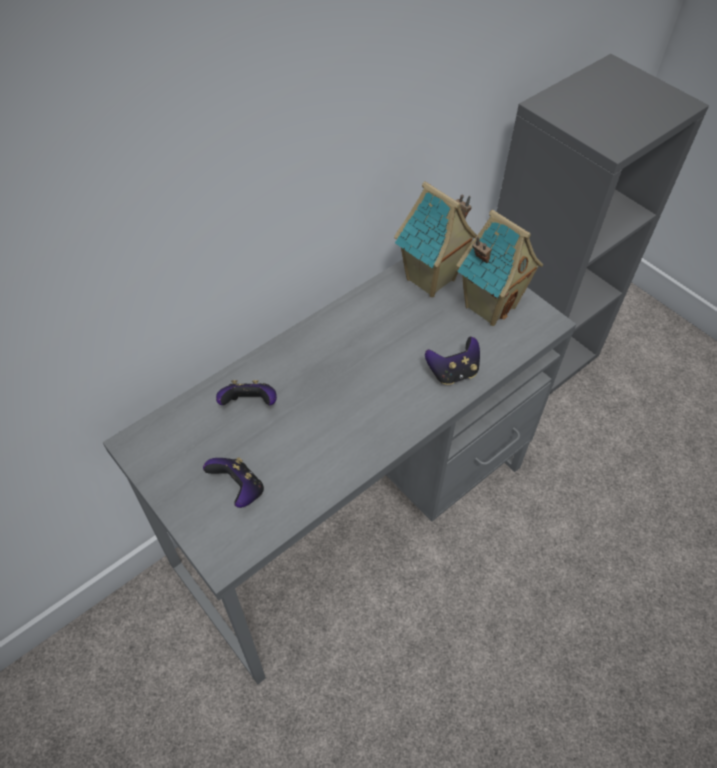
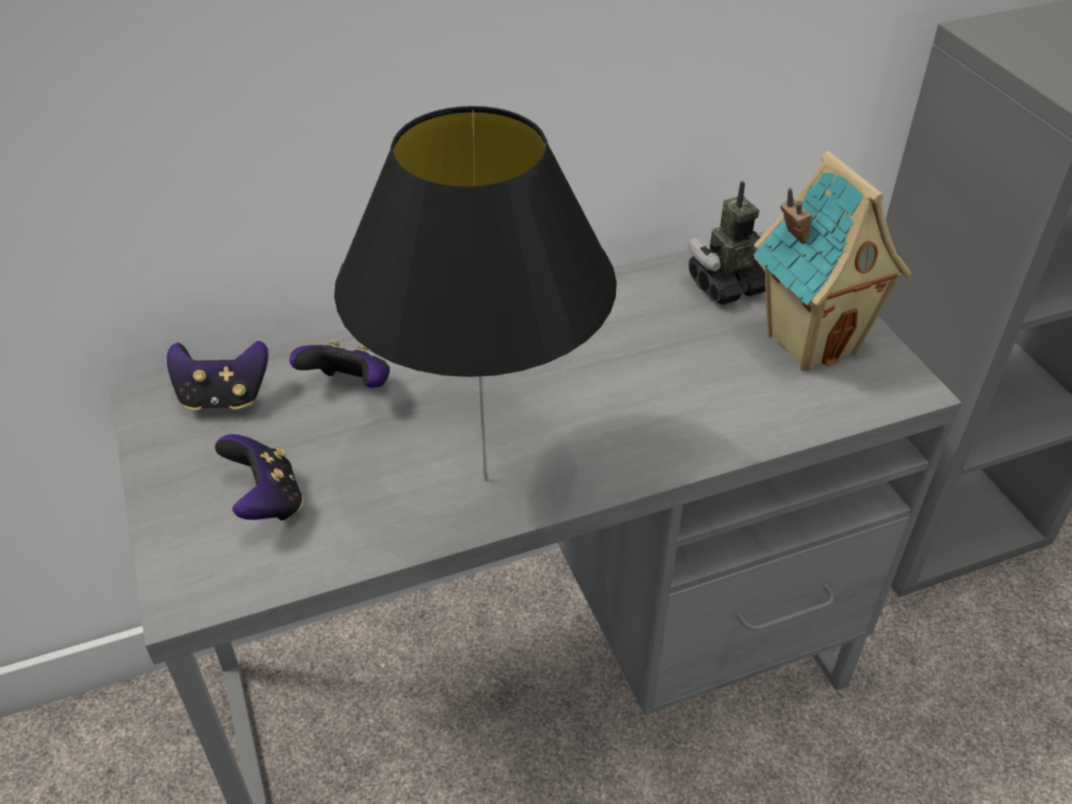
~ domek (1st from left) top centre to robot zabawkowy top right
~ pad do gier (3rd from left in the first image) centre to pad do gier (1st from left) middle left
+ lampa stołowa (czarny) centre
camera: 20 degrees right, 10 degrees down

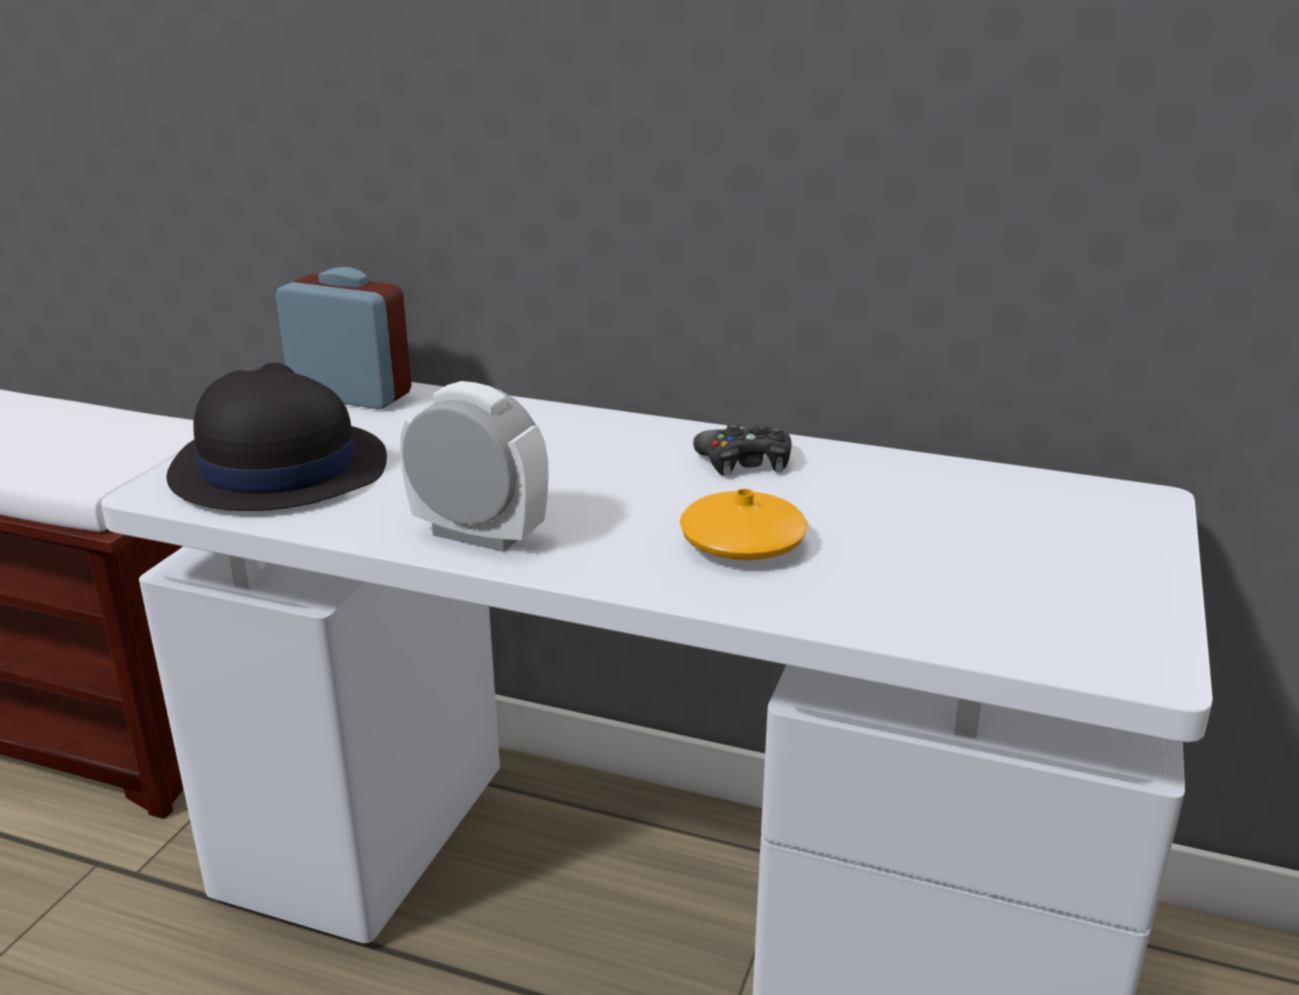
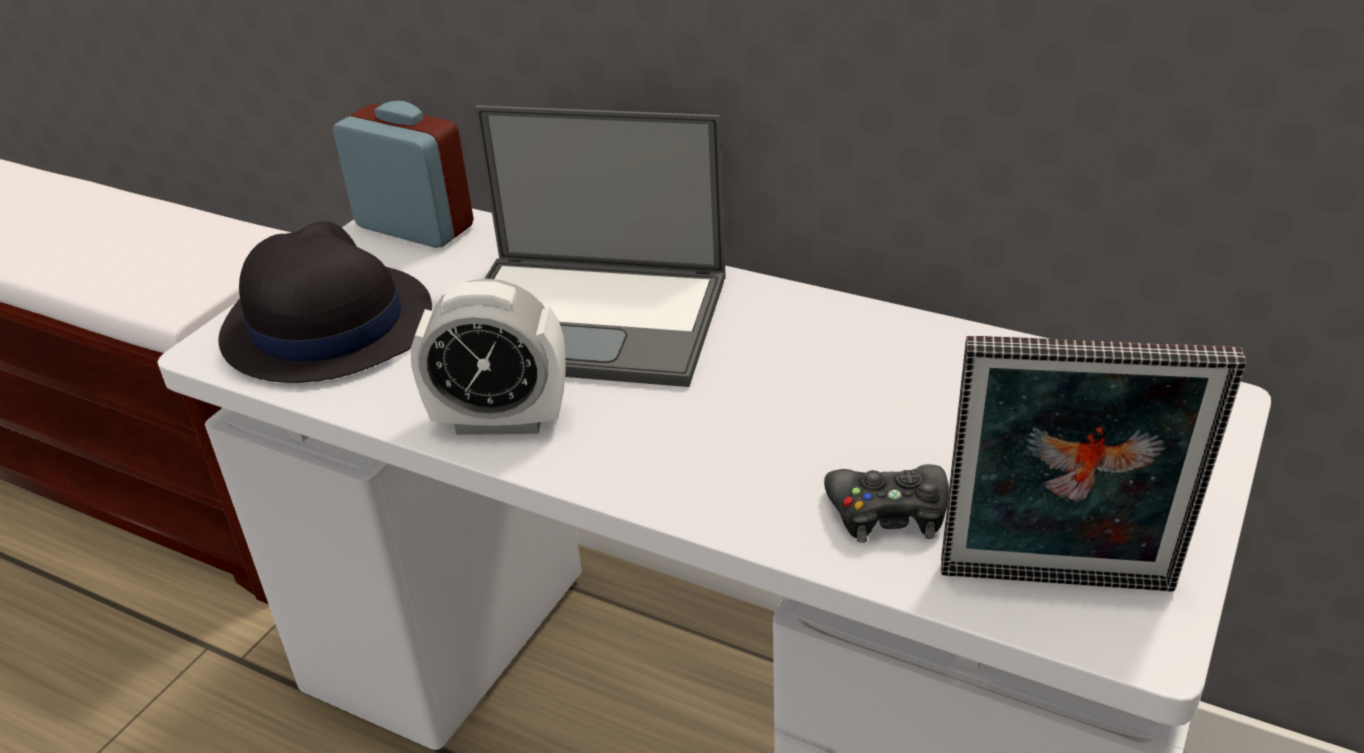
~ budzik (2nd from left) centre = centre 150 degrees clockwise
~ pad do gier (czarny) centre to bottom centre
- wazon (pomarańczowy) centre
+ laptop top centre
+ ramka na zdjęcie middle right
camera: 10 degrees right, 10 degrees up

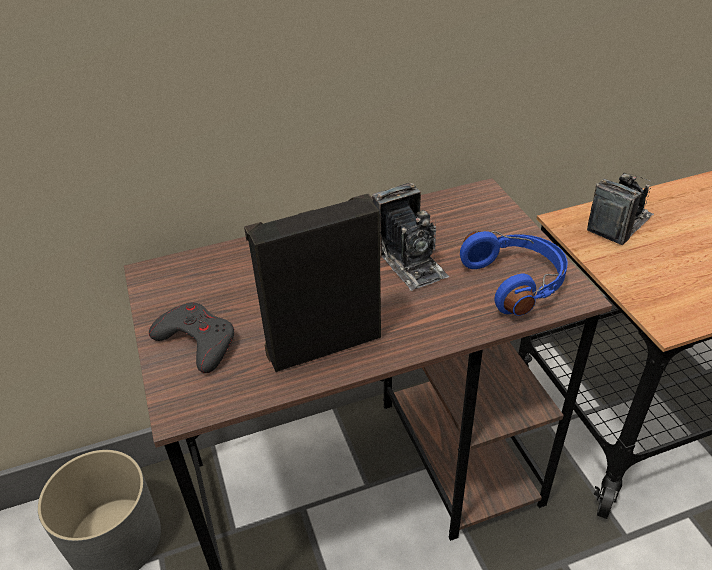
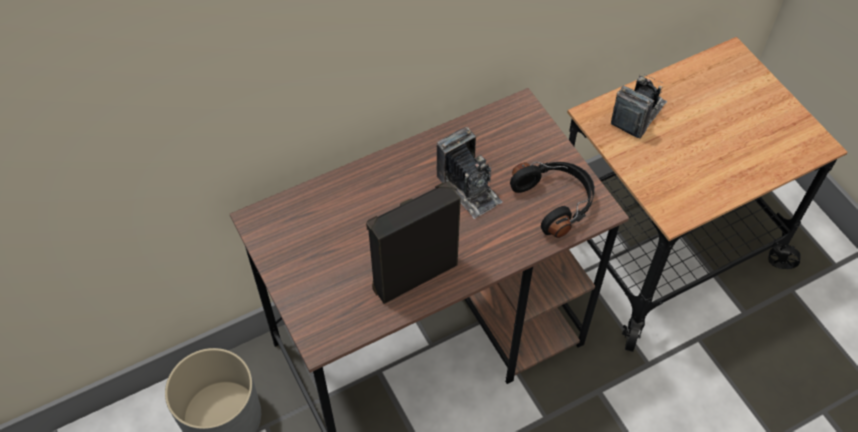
~ słuchawki (niebieski) middle right to słuchawki (czarny) centre
- pad do gier (szary) middle left
camera: 10 degrees left, 15 degrees up

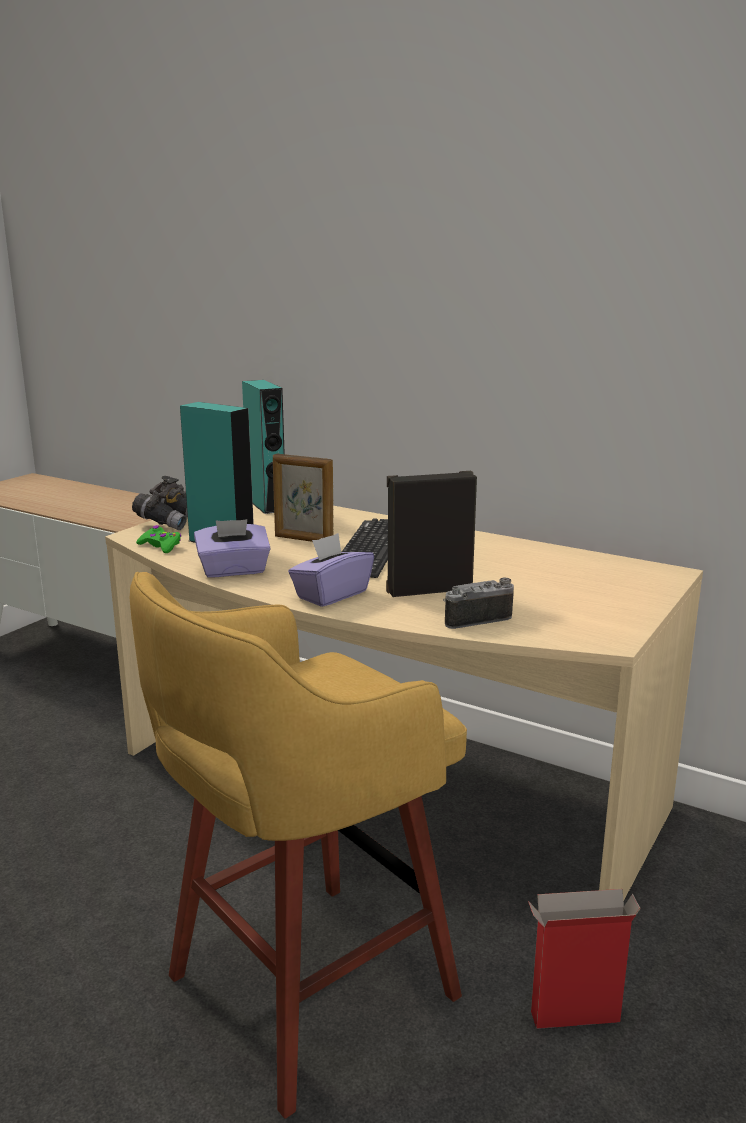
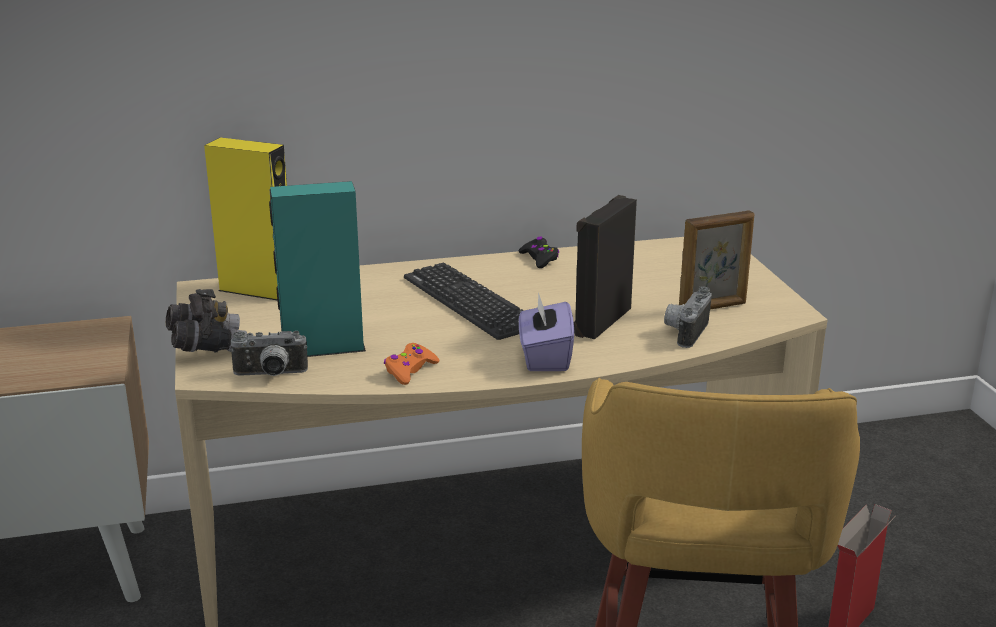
~ głośnik (turkusowy) (2nd from left) centre to głośnik (żółty) middle left
~ ramka na zdjęcie centre to middle right
~ pudełko chusteczek (fioletowy) (1st from left) middle left to pad do gier (pomarańczowy) centre
~ pad do gier (zielony) middle left to aparat fotograficzny (1st from left) middle left
+ pad do gier (czarny) centre
camera: 45 degrees left, 5 degrees up

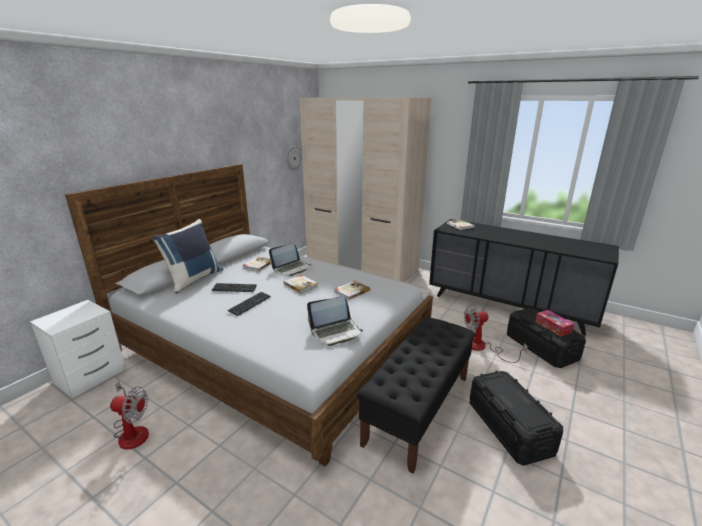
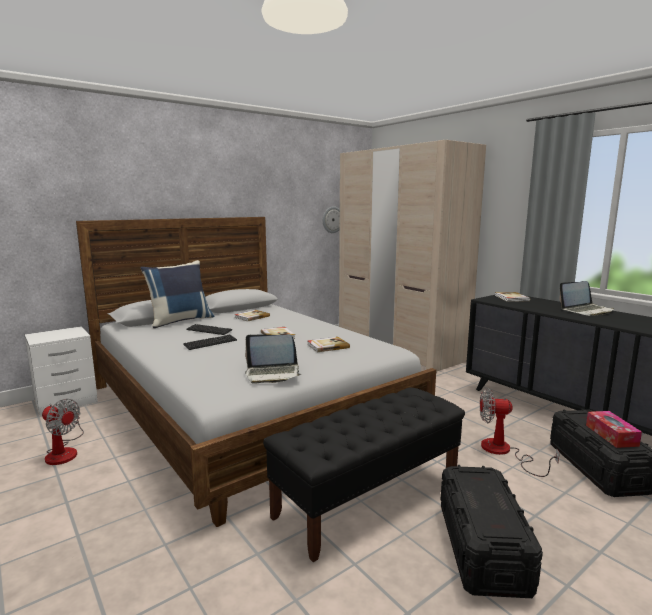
~ laptop (1st from left in the first image) centre to laptop (2nd from left) middle right
camera: 20 degrees right, 10 degrees down

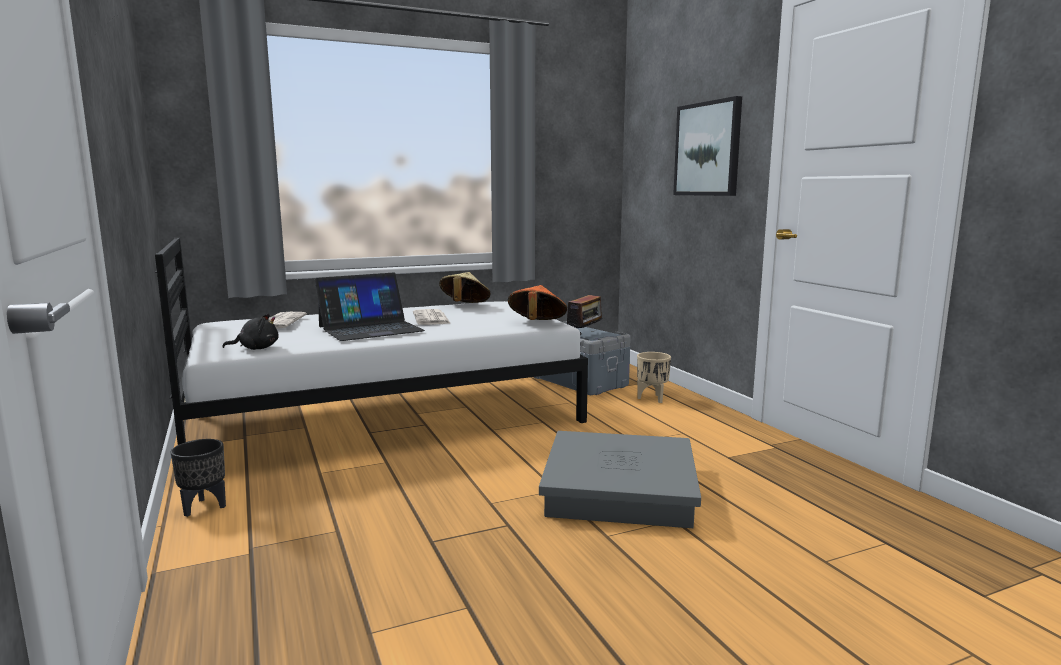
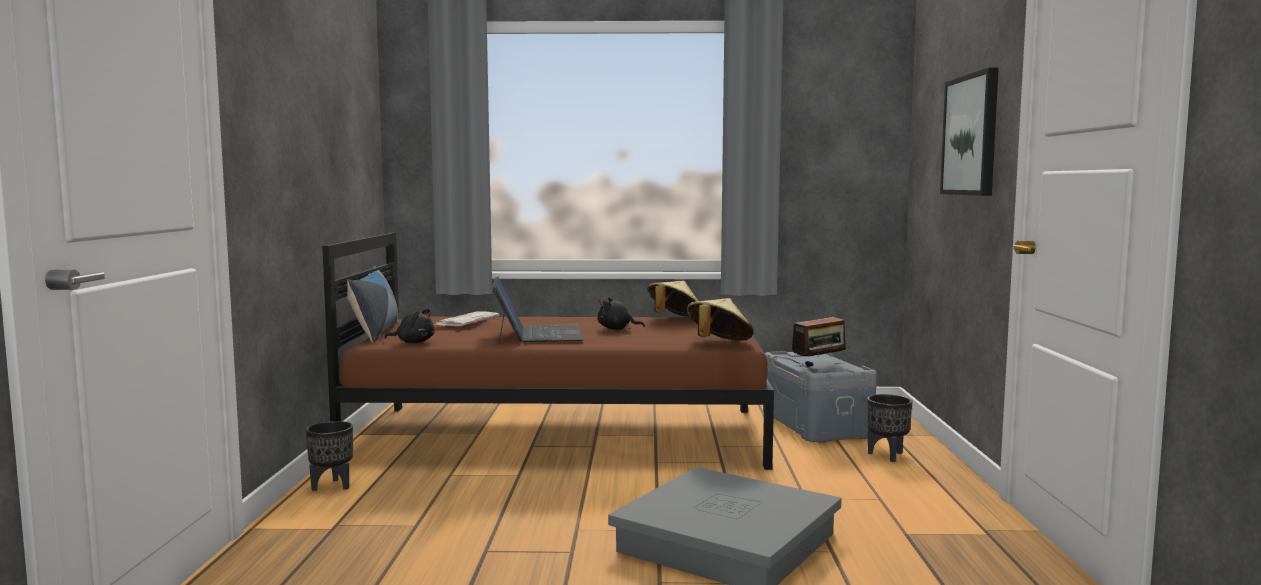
~ łóżko (biały) centre to łóżko (brązowy) centre
~ laptop centre = centre 90 degrees counterclockwise
~ kapelusz (pomarańczowy) centre to kapelusz (beżowy) (2nd from left) centre
~ gazeta (2nd from left) centre to pluszak (czarny) (2nd from left) centre
~ donica (beżowy) centre to donica (czarny) (2nd from left) bottom right
+ poduszka middle left
camera: 25 degrees right, 5 degrees down

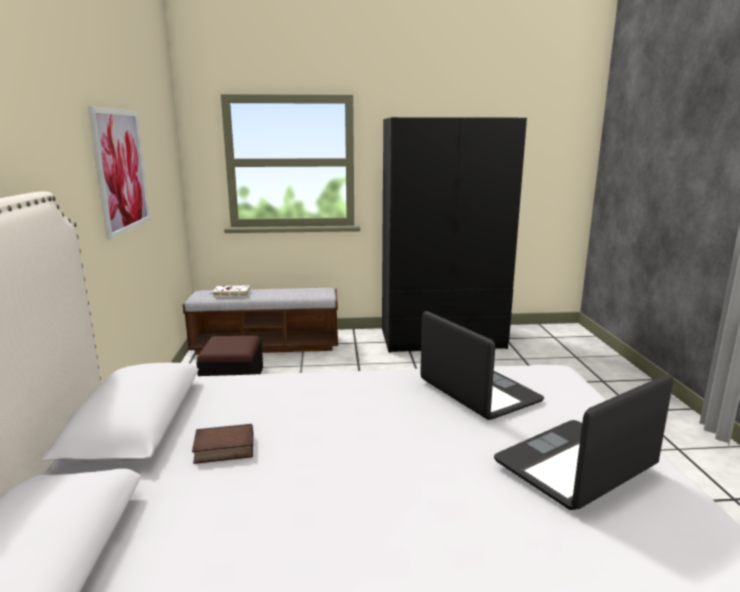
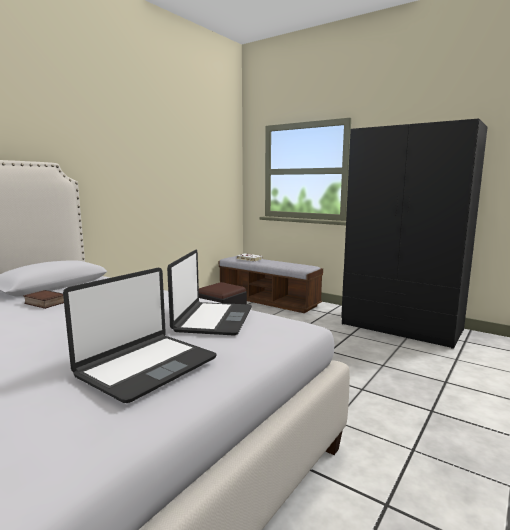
- obraz top left
~ laptop (2nd from left in the first image) bottom right = middle left 120 degrees clockwise
camera: 40 degrees right, 5 degrees down

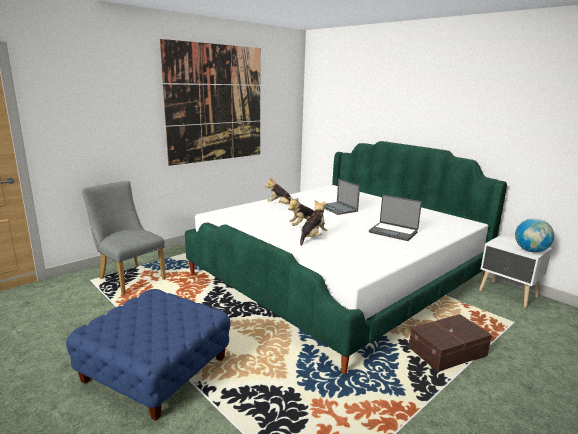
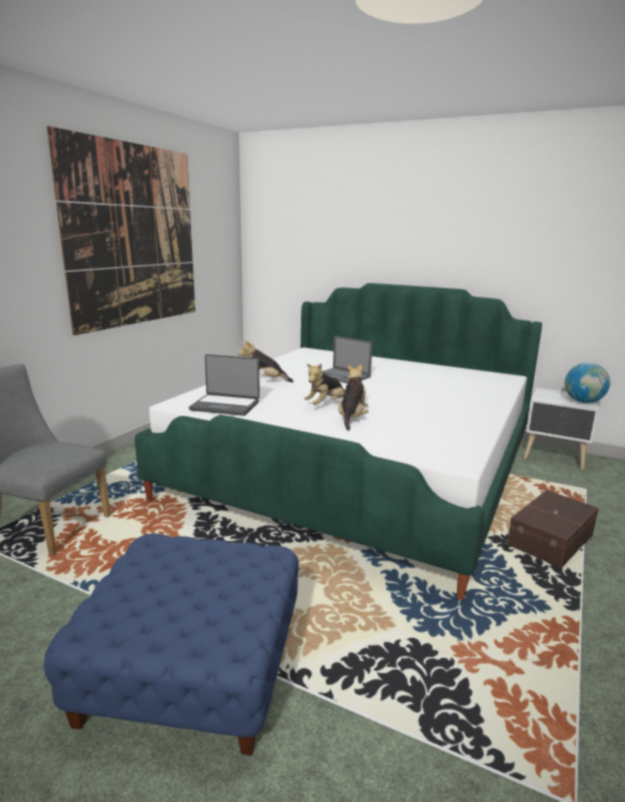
~ laptop (2nd from left in the first image) middle right to laptop (1st from left) centre
camera: 20 degrees left, 0 degrees up

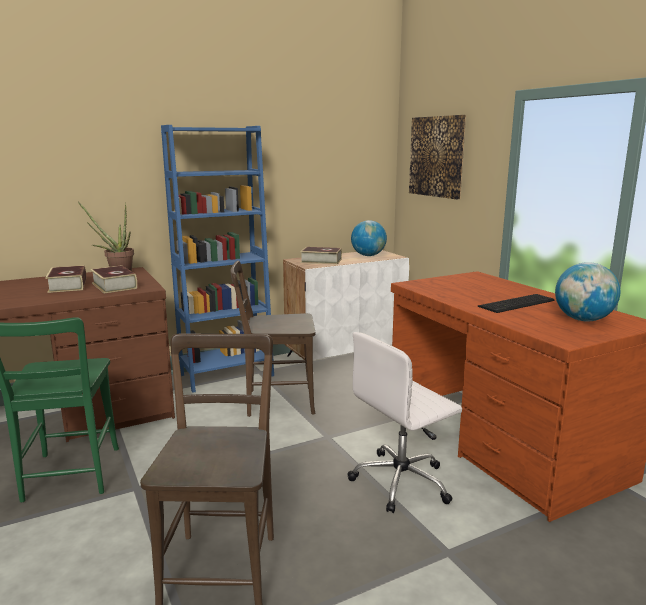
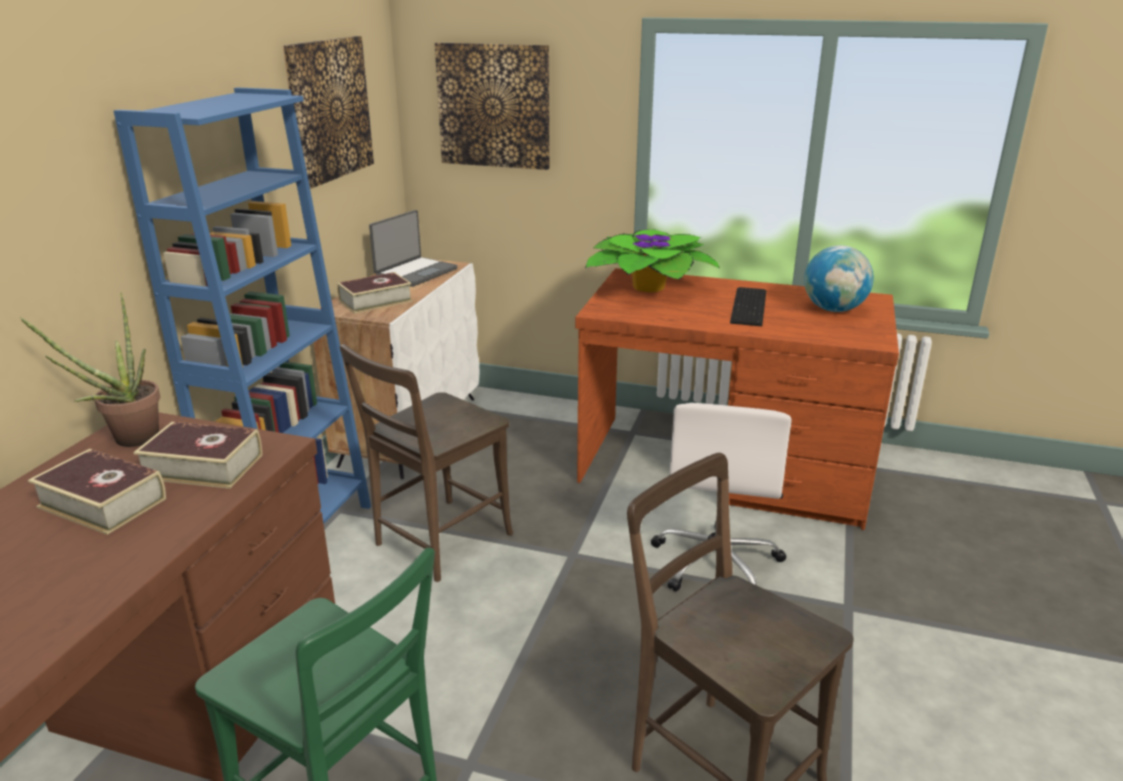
~ globus (1st from left) centre to laptop top centre
+ obraz (1st from left) top left
+ roślina doniczkowa (2nd from left) top centre
camera: 45 degrees left, 10 degrees up

